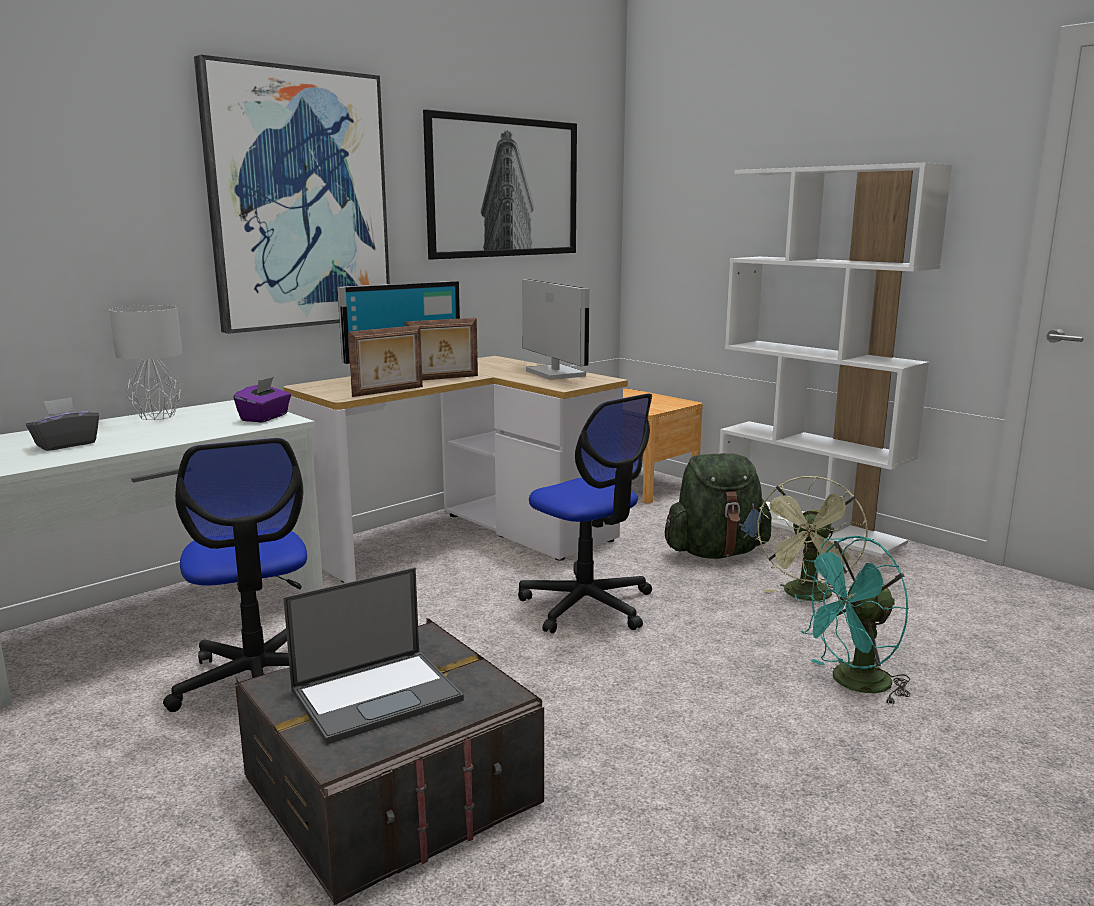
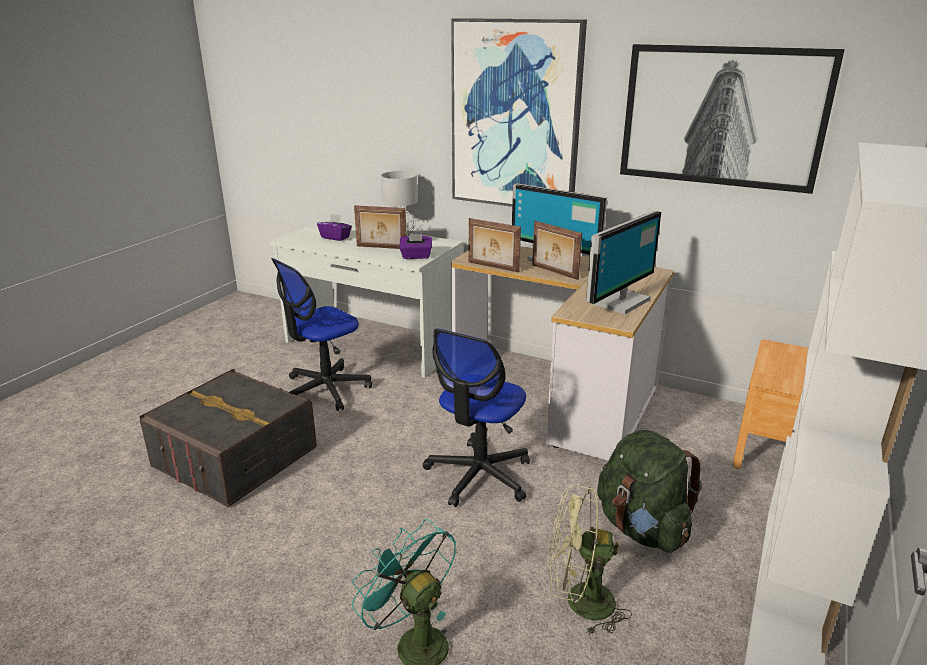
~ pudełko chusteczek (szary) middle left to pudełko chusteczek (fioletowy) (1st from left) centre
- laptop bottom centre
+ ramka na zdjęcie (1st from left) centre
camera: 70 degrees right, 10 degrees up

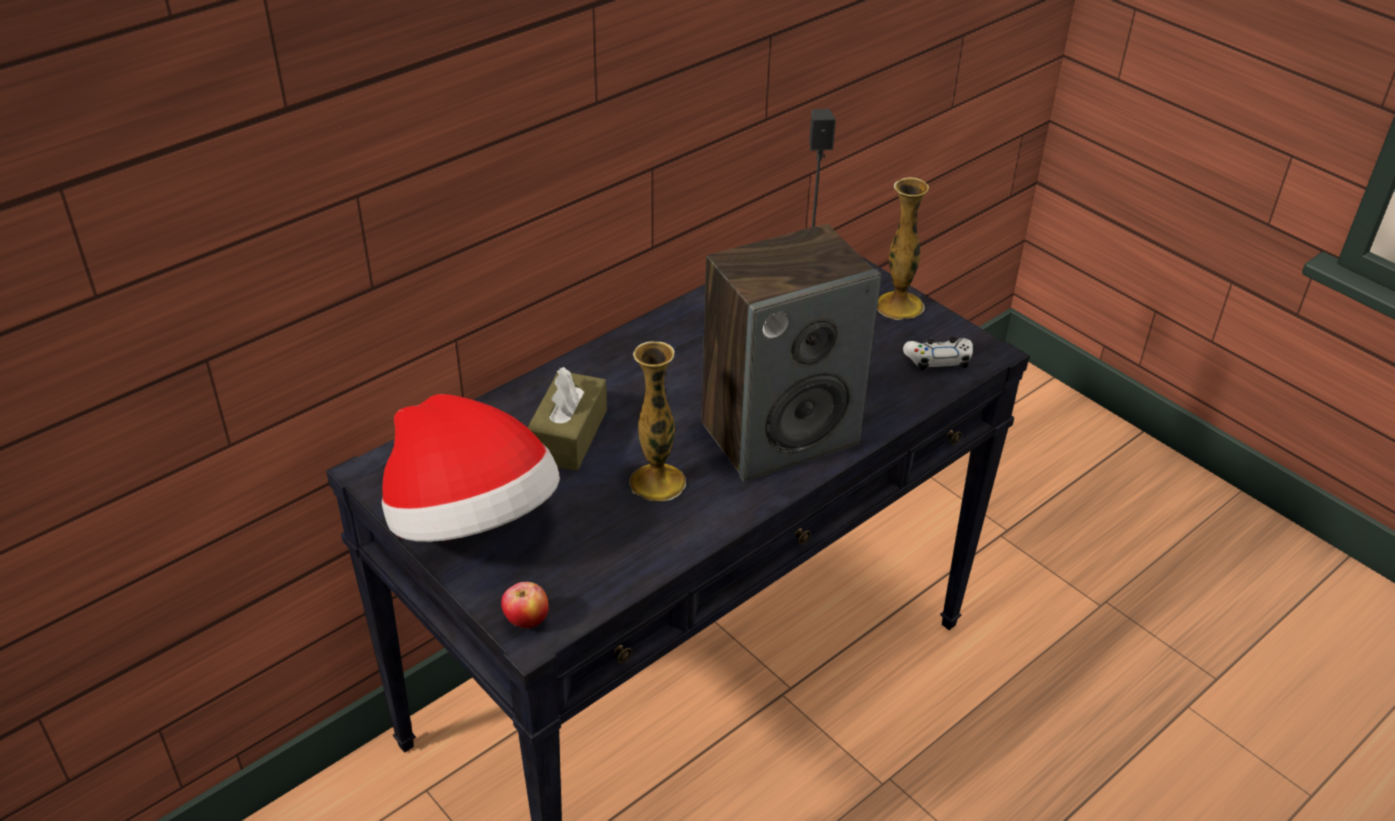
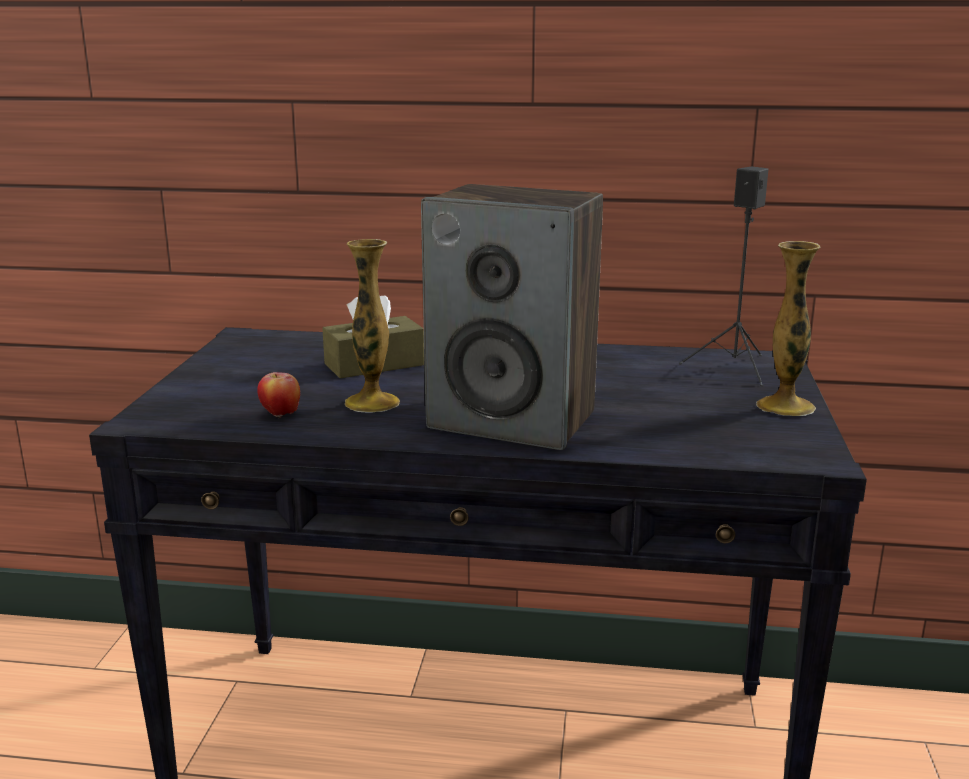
- pad do gier (biały) middle right
- kapelusz centre
~ jabłko bottom centre to middle left
camera: 50 degrees right, 20 degrees down

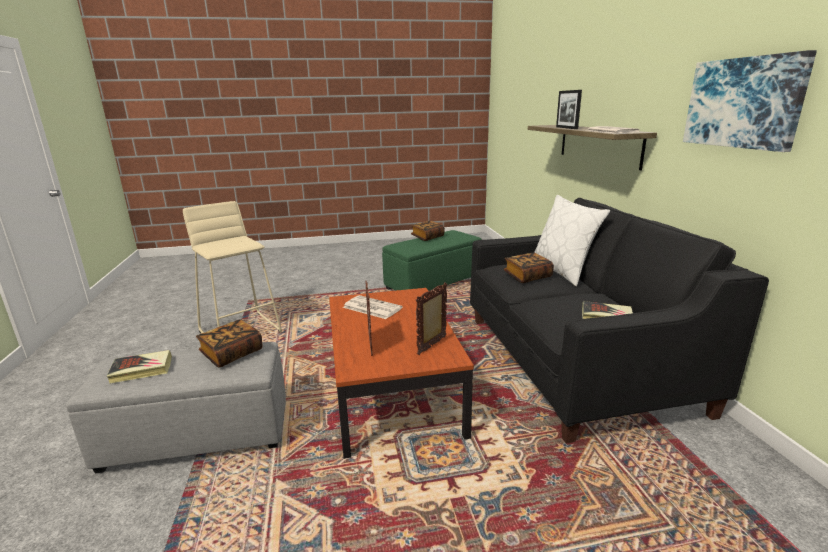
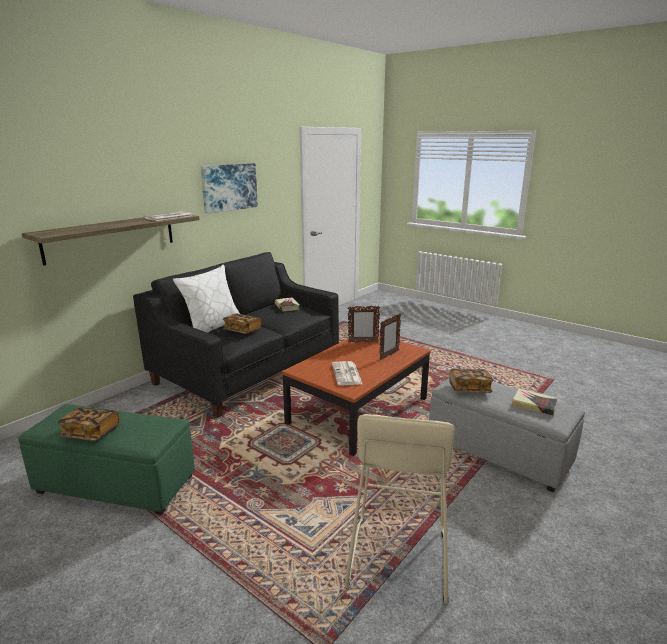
- ramka na zdjęcie (3rd from left) top right
camera: 130 degrees left, 0 degrees up

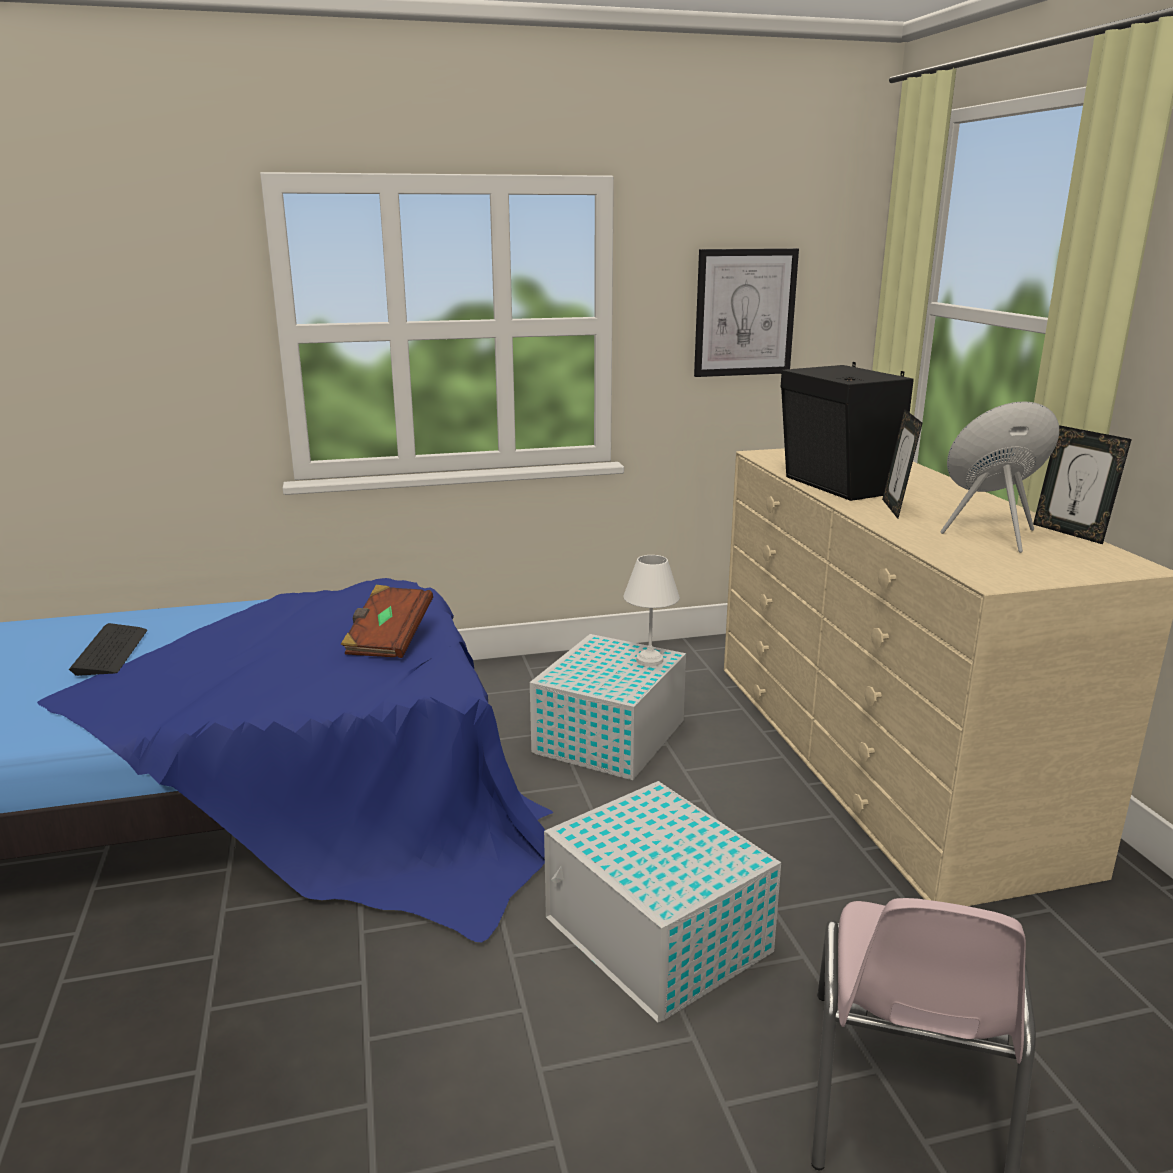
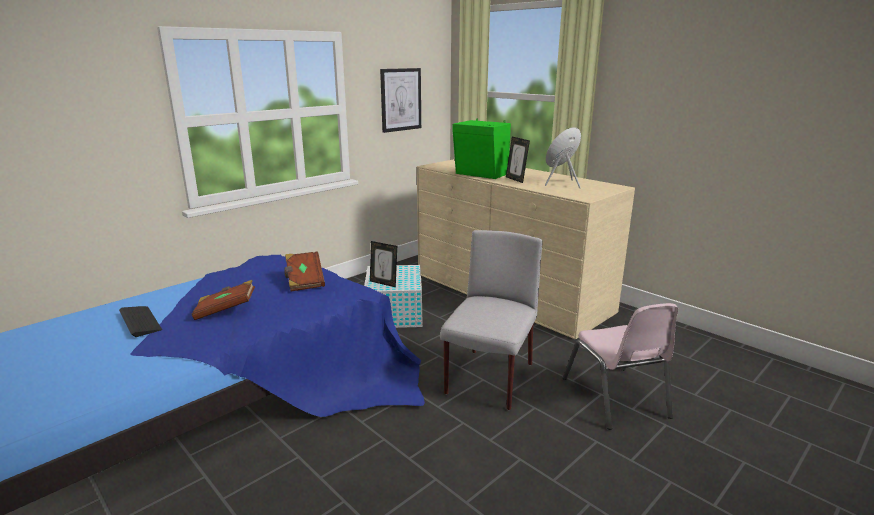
~ głośnik (czarny) middle right to głośnik (zielony) top centre
~ ramka na zdjęcie (2nd from left in the first image) middle right to ramka na zdjęcie (1st from left) centre
- lampa stołowa (biały) centre
~ pojemnik do przechowywania (biały) (2nd from left) bottom centre to krzesło (szary) centre
+ książka (brązowy) (1st from left) middle left
camera: 30 degrees left, 0 degrees up

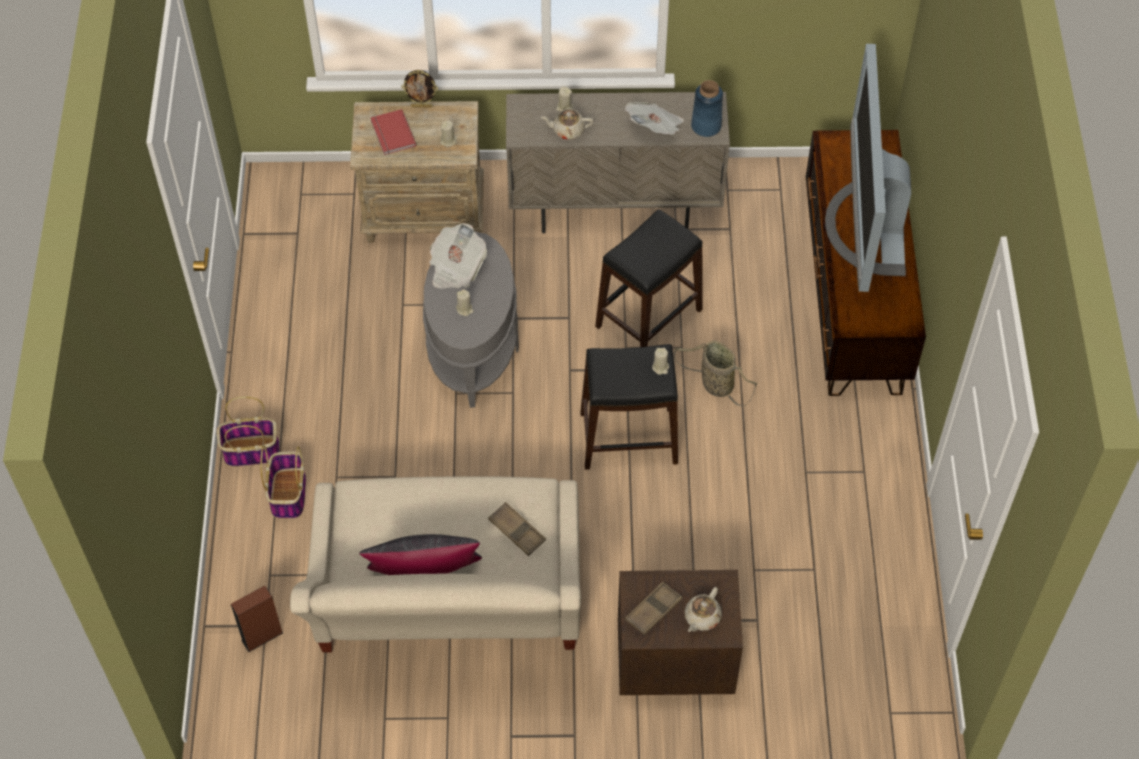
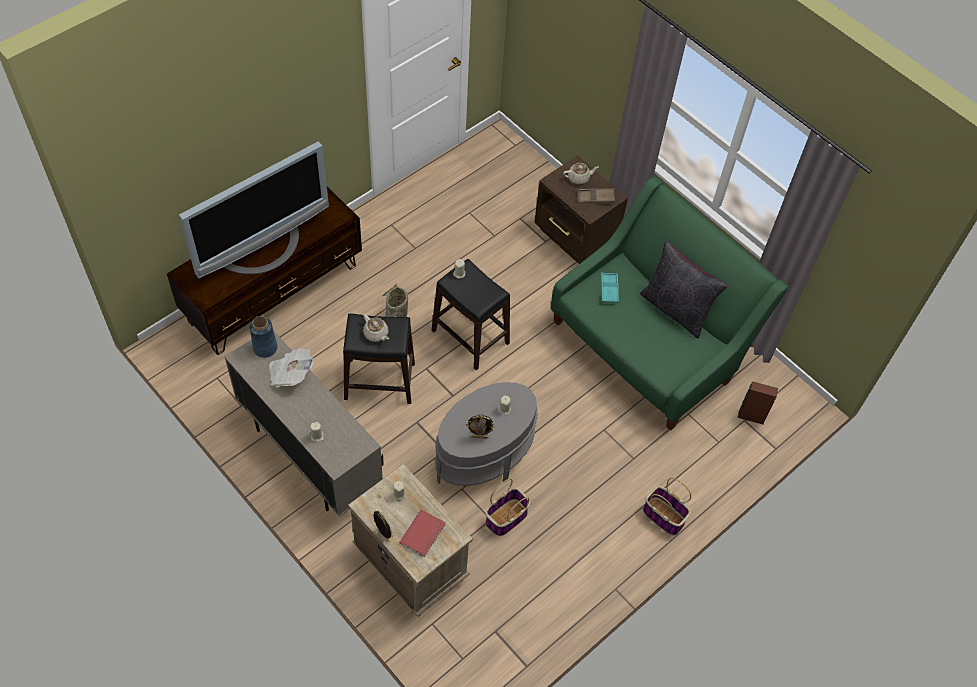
~ imbryk (beżowy) (1st from left) top centre to centre
~ gazeta (1st from left) centre to ramka na zdjęcie (2nd from left) centre
~ koszyk (2nd from left) middle left to bottom centre
~ kanapa (beżowy) bottom centre to kanapa (zielony) middle right
~ taca (brązowy) (1st from left) bottom centre to taca (turkusowy) centre
camera: 135 degrees left, 0 degrees up

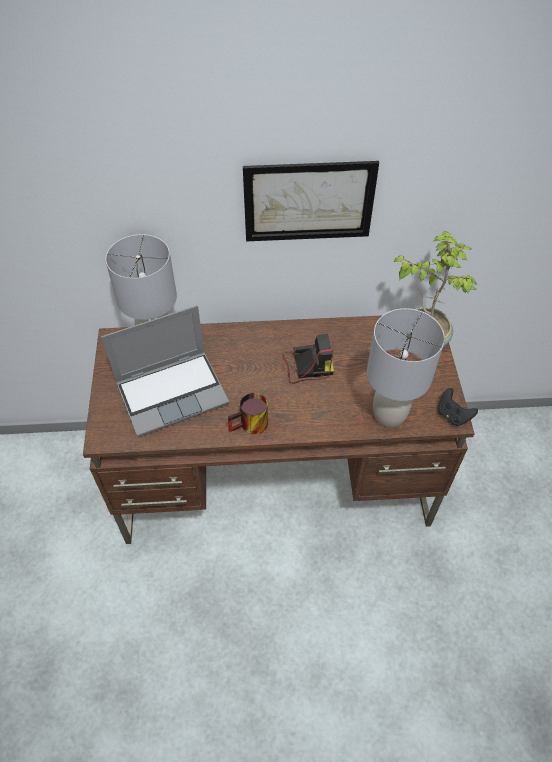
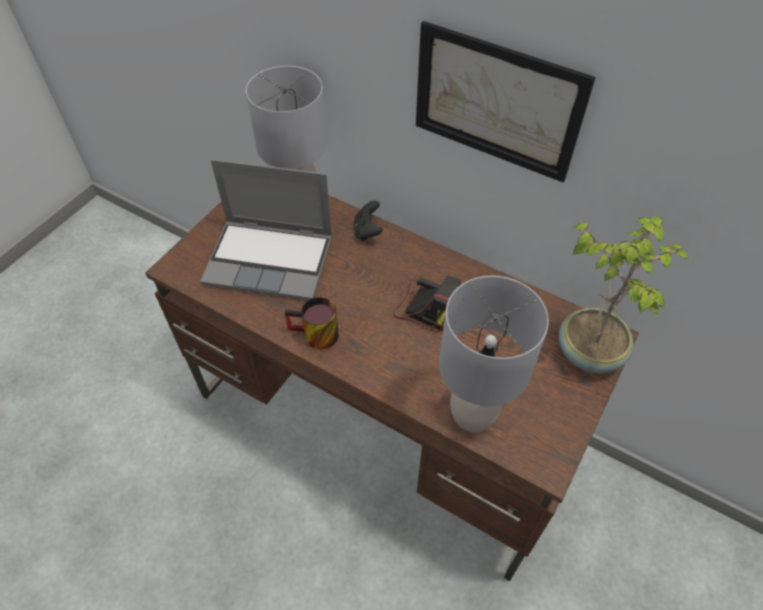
~ pad do gier (czarny) middle right to centre
camera: 35 degrees right, 0 degrees up

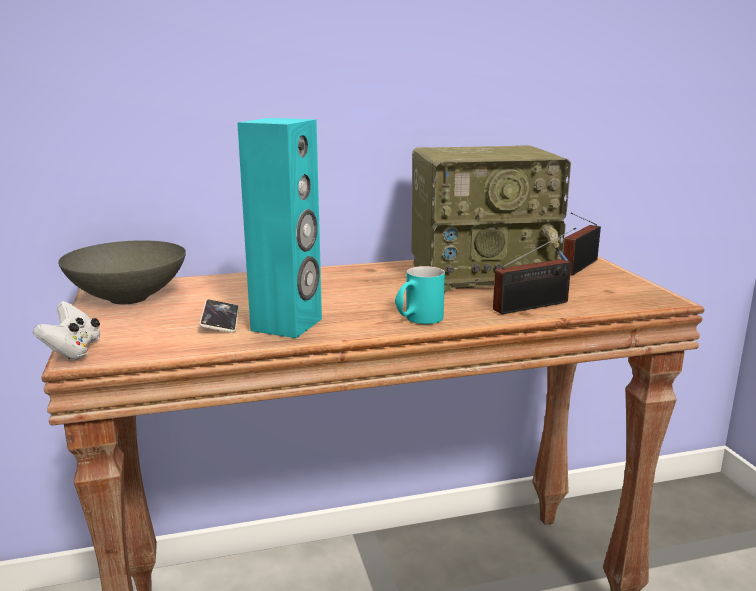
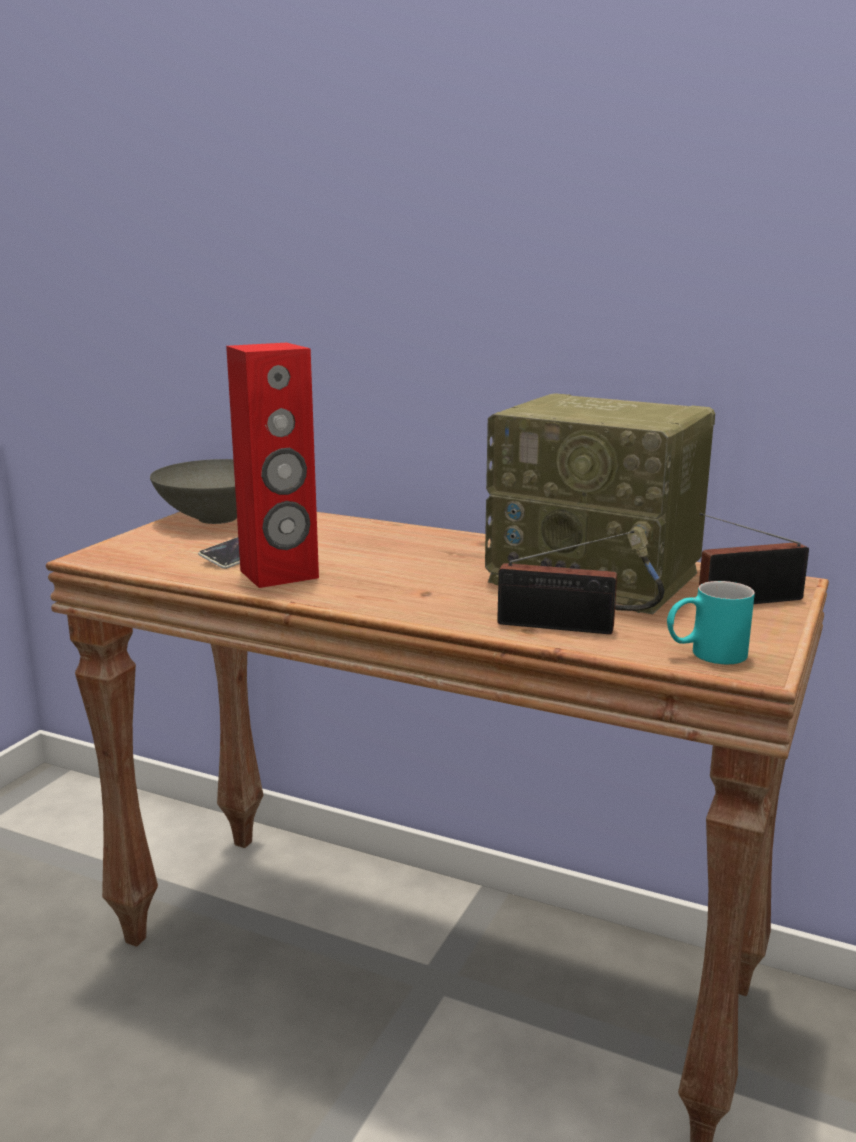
~ głośnik (turkusowy) centre to głośnik (czerwony) middle left
~ kubek (turkusowy) centre to middle right
- pad do gier (biały) middle left
camera: 40 degrees right, 0 degrees up

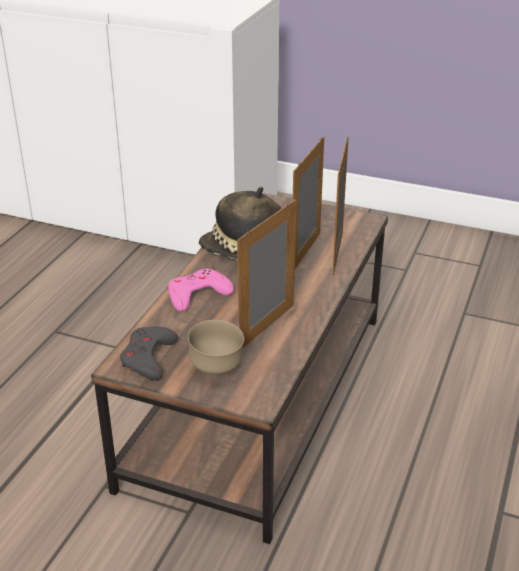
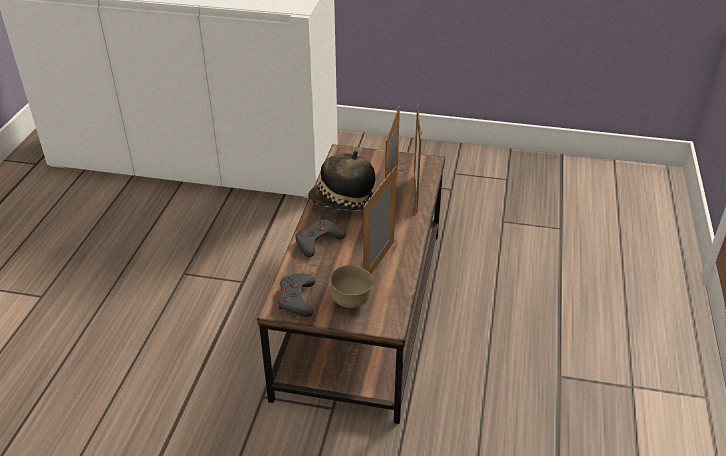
~ pad do gier (różowy) centre to pad do gier (szary) (2nd from left) centre
camera: 10 degrees left, 5 degrees up

